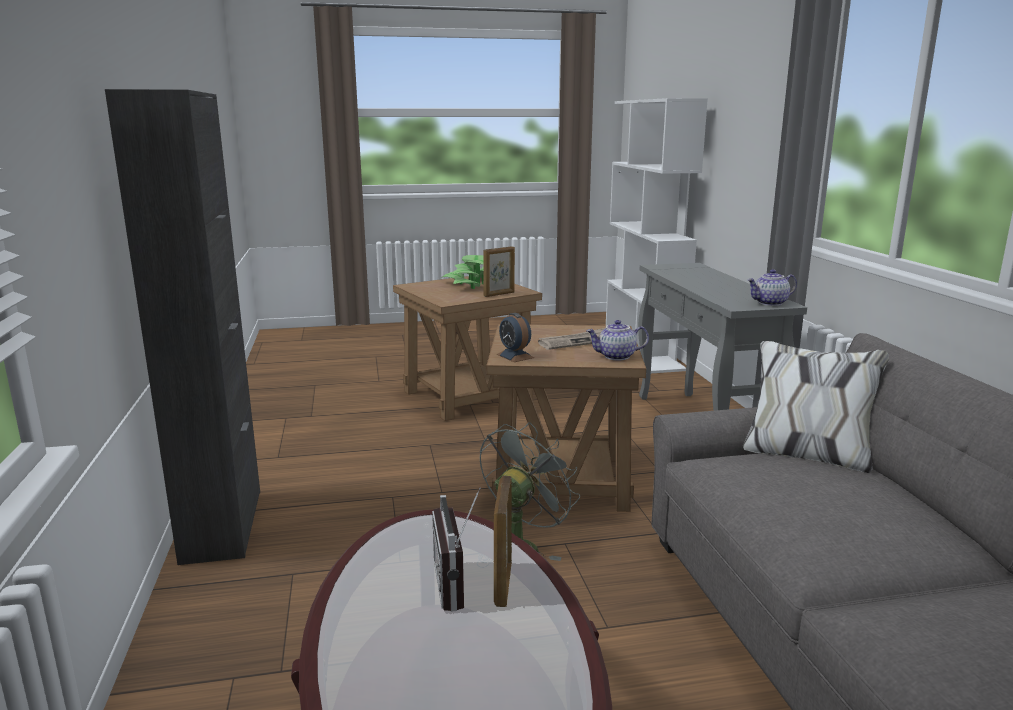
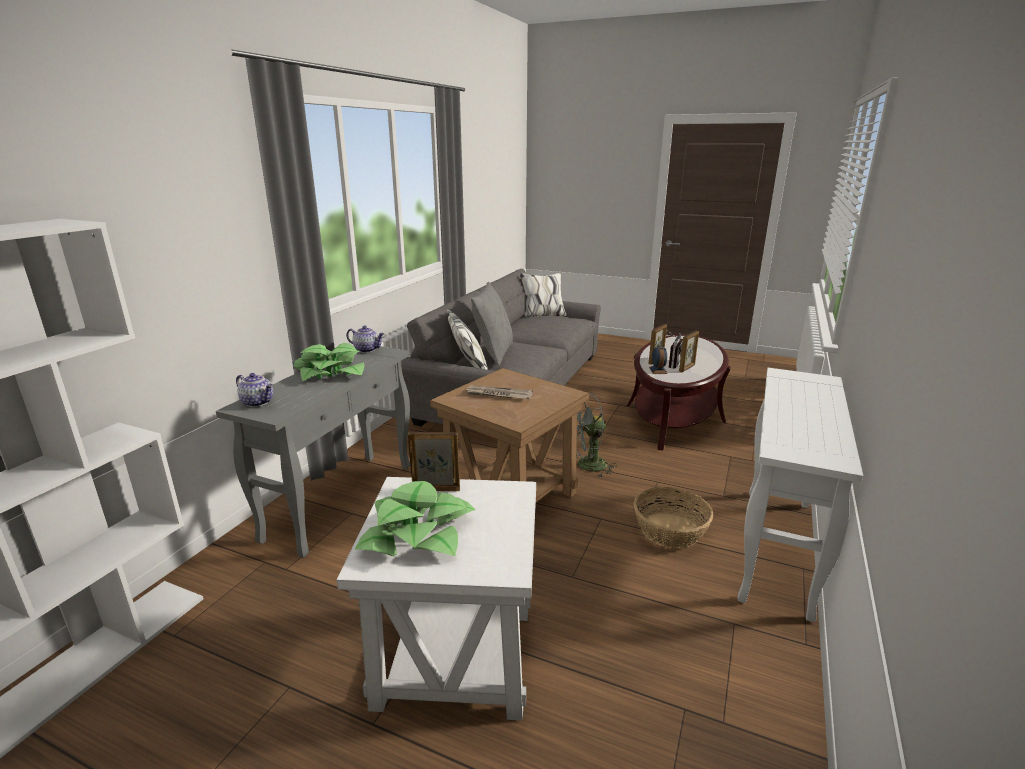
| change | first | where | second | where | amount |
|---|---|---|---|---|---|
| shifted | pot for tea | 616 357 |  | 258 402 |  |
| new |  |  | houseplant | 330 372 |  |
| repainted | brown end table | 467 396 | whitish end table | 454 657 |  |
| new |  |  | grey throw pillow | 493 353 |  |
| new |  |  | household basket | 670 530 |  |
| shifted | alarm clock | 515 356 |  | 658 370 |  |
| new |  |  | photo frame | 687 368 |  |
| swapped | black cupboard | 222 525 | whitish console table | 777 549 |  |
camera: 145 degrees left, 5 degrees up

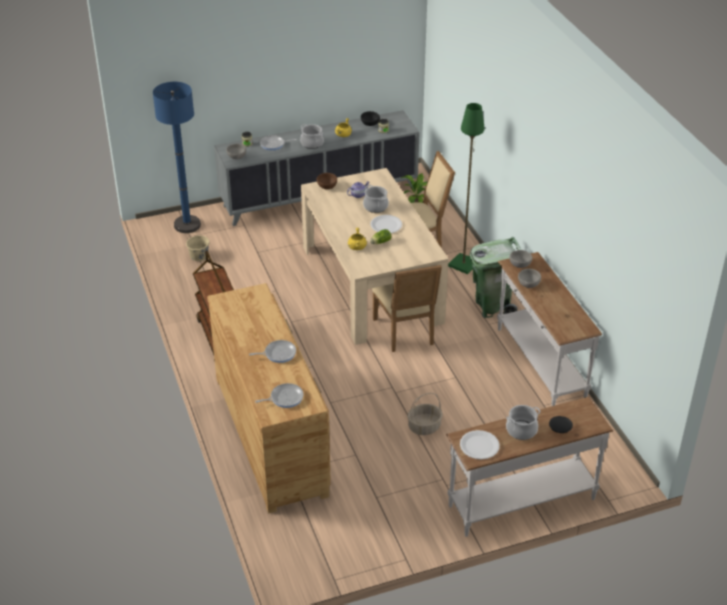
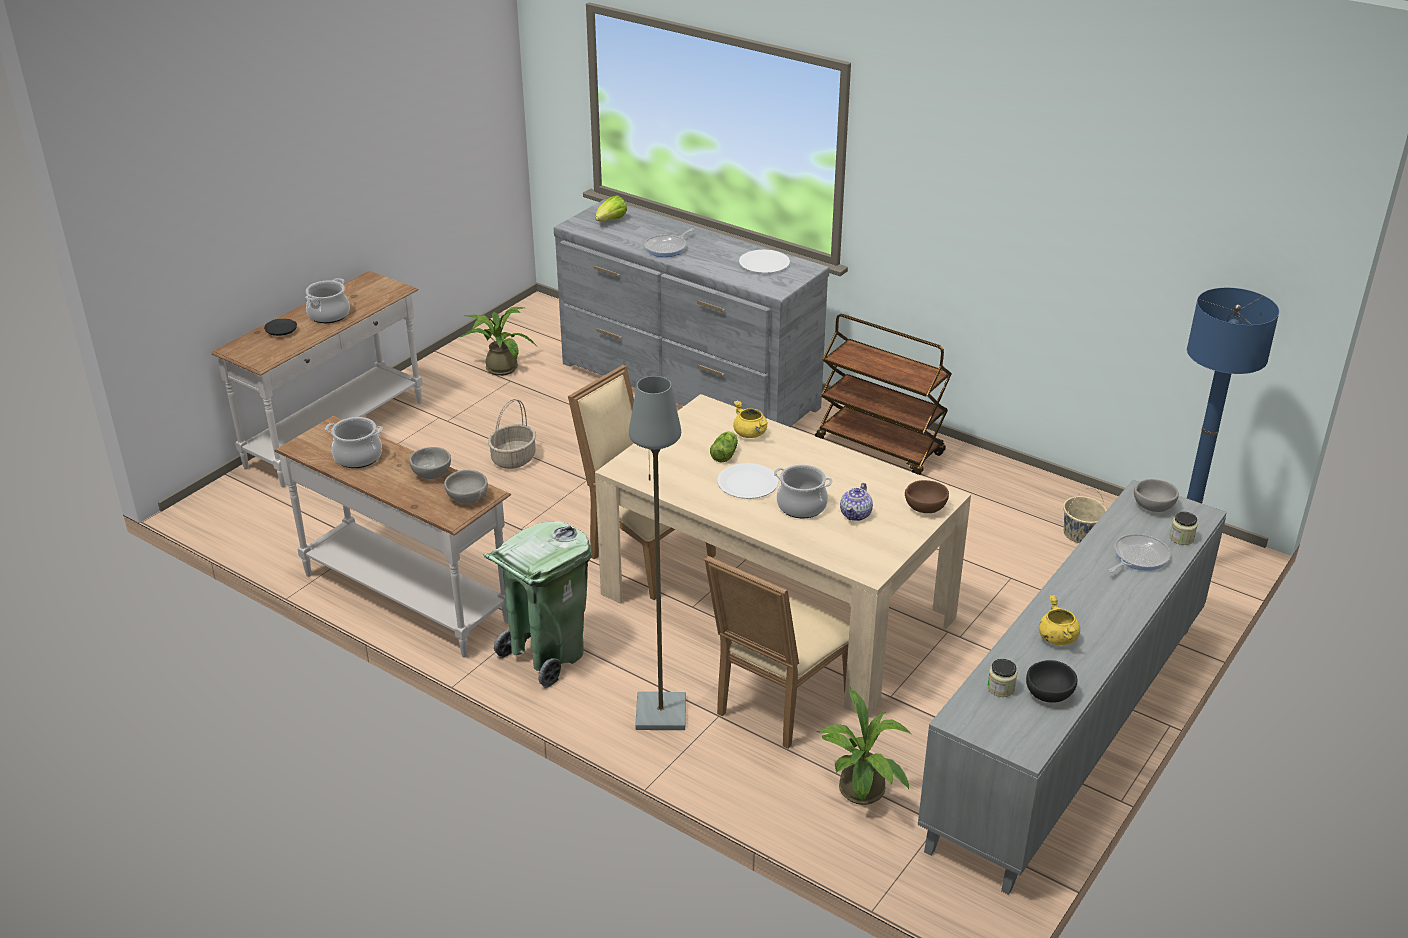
| change | first | where | second | where | amount |
|---|---|---|---|---|---|
| shifted | cooking pot | 312 143 |  | 358 457 |  |
| new |  |  | houseplant | 499 367 |  |
| repainted | brown drawer chest | 271 434 | grey drawer chest | 688 386 |  |
| swapped | skillet | 284 398 | lettuce | 611 221 |  |
| repainted | green-coloured floor lamp | 464 264 | grey floor lamp | 660 714 |  |
| shifted | whitish dinner plate | 479 446 |  | 764 263 |  |
camera: 145 degrees right, 5 degrees down

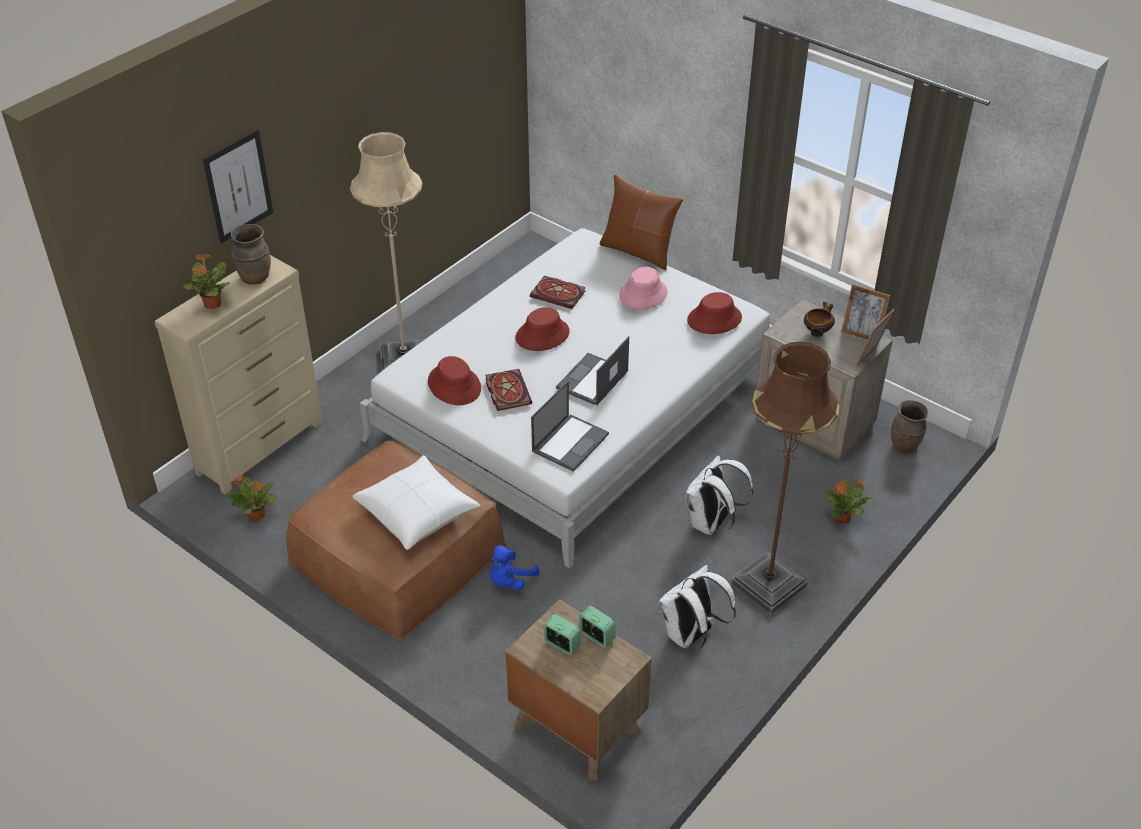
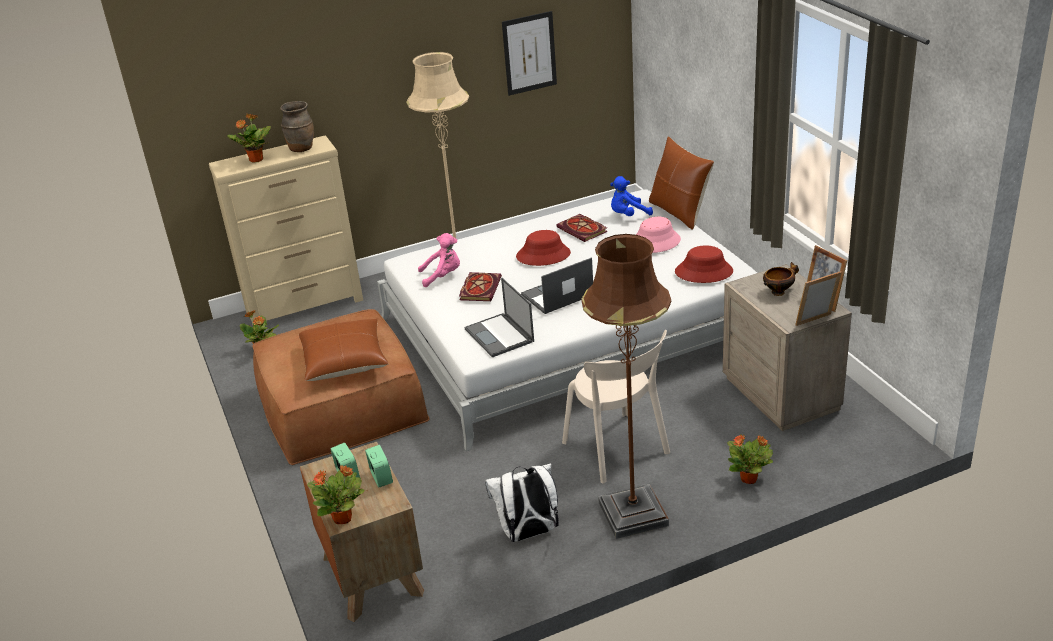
| change | first | where | second | where | amount |
|---|---|---|---|---|---|
| repainted | whitish throw pillow | 417 512 | brown throw pillow | 344 360 |  |
| new |  |  | houseplant | 343 518 |  |
| swapped | red hat | 454 385 | pink-coloured plush toy | 443 276 |  |
| rotated | notebook computer | 570 442 |  | 500 335 | 90 degrees clockwise |
| shifted | wall picture | 238 186 |  | 529 53 |  |
| swapped | whitish knapsack | 711 524 | sand-coloured plain chair | 618 450 |  |
| shifted | blue plush toy | 510 580 |  | 628 215 |  |
| gone | brown vase | 905 446 |  |  |  |
camera: 30 degrees right, 10 degrees down

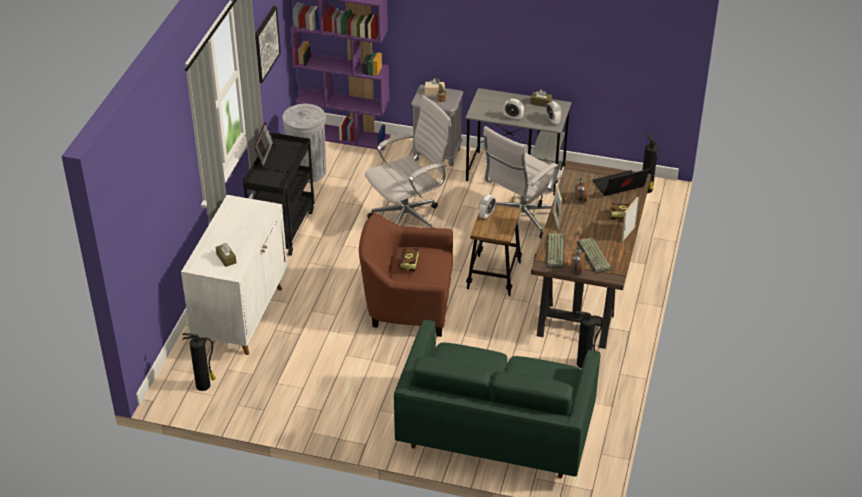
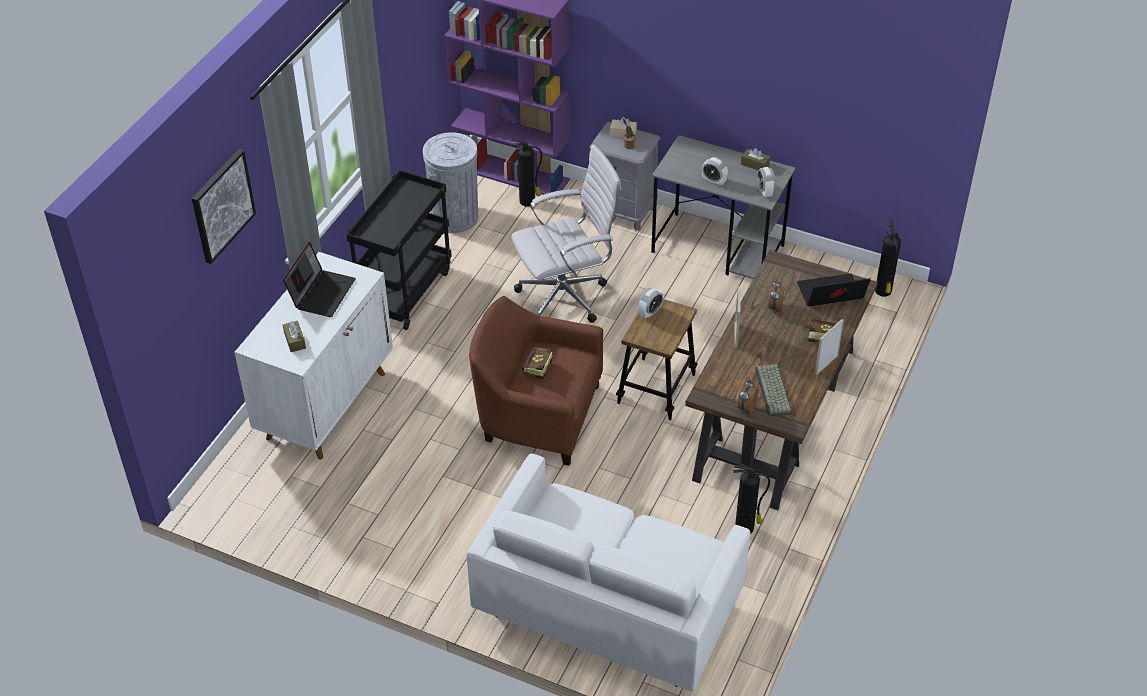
| change | first | where | second | where | amount |
|---|---|---|---|---|---|
| shifted | wall picture | 265 44 |  | 222 205 |  |
| shifted | notebook computer | 277 157 |  | 322 293 |  |
| repainted | green-coloured couch | 496 431 | whitish couch | 608 608 |  |
| shifted | fire extinguisher | 204 385 |  | 528 201 |  |
| gone | whitish computer chair | 519 221 |  |  |  |
| gone | computer keyboard | 556 251 |  |  |  |
camera: 10 degrees right, 5 degrees up

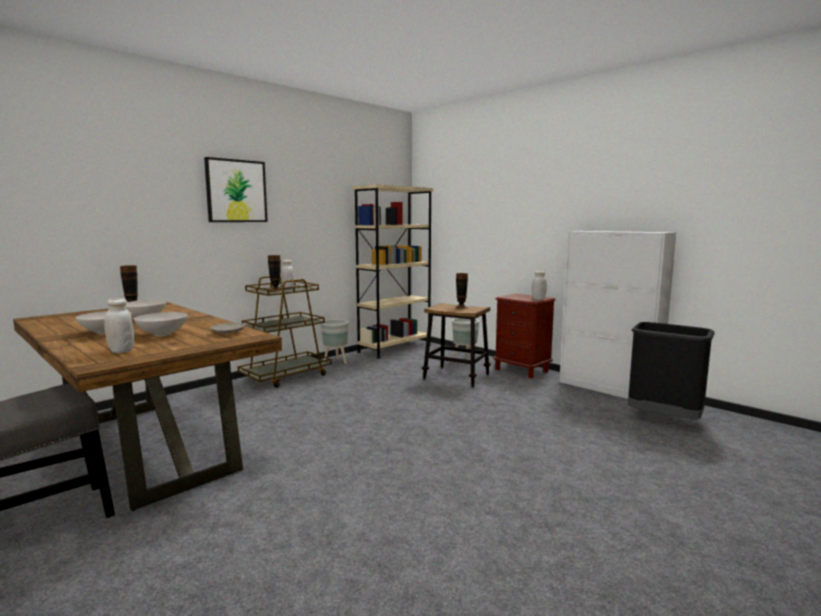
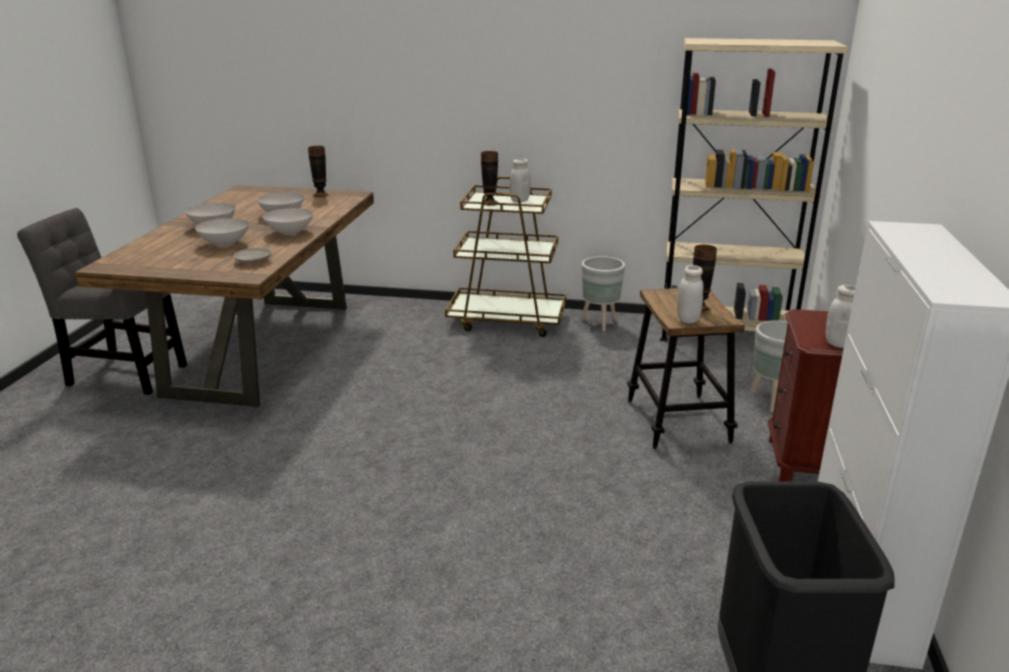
| change | first | where | second | where | amount |
|---|---|---|---|---|---|
| new |  |  | whitish serving bowl | 289 233 |  |
| shifted | whitish jar | 121 351 |  | 688 319 |  |
| gone | wall picture | 236 191 |  |  |  |
camera: 55 degrees right, 15 degrees up

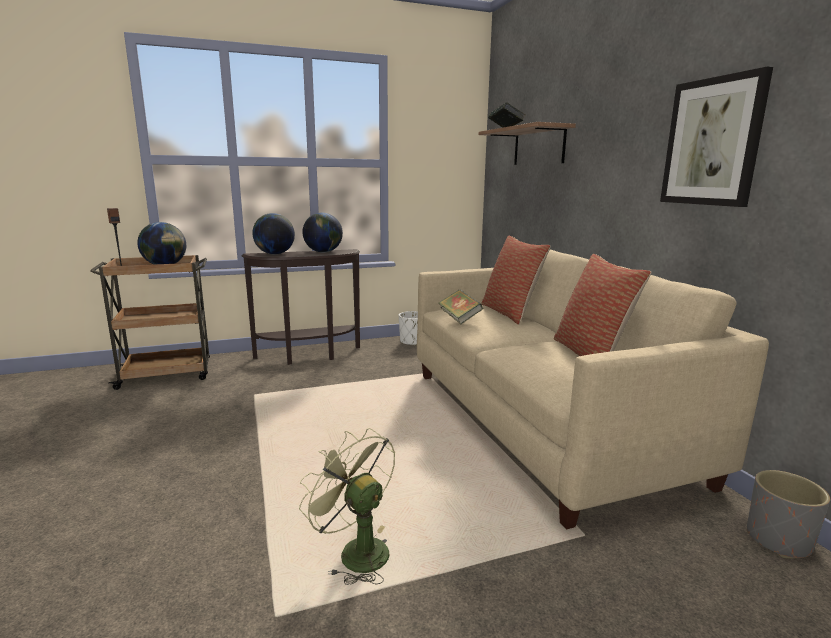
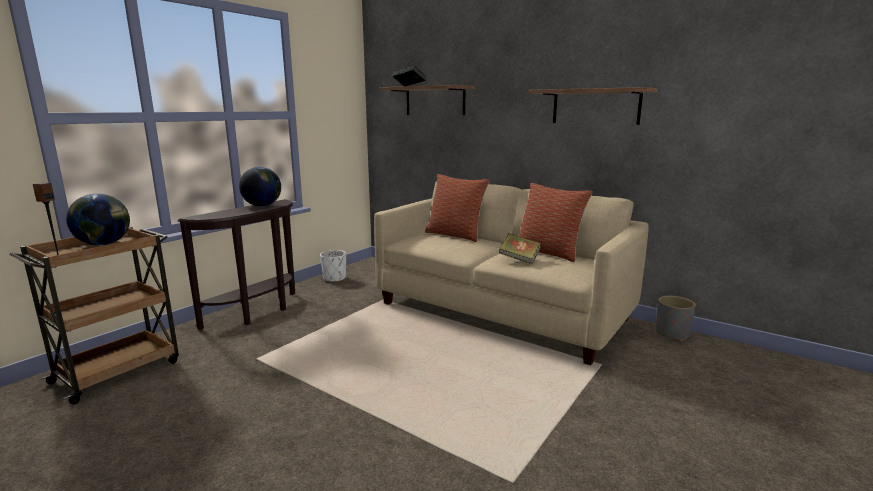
| change | first | where | second | where | amount |
|---|---|---|---|---|---|
| shifted | book | 459 318 |  | 519 259 |  |
| swapped | wall picture | 712 142 | bracket shelf | 595 106 |  |
| gone | desk globe | 274 254 |  |  |  |
| gone | green-coloured fan | 355 551 |  |  |  |
camera: 35 degrees left, 0 degrees up

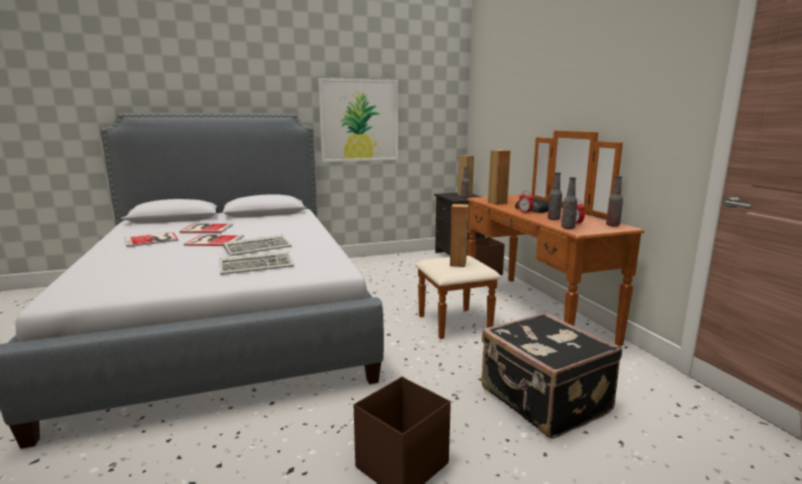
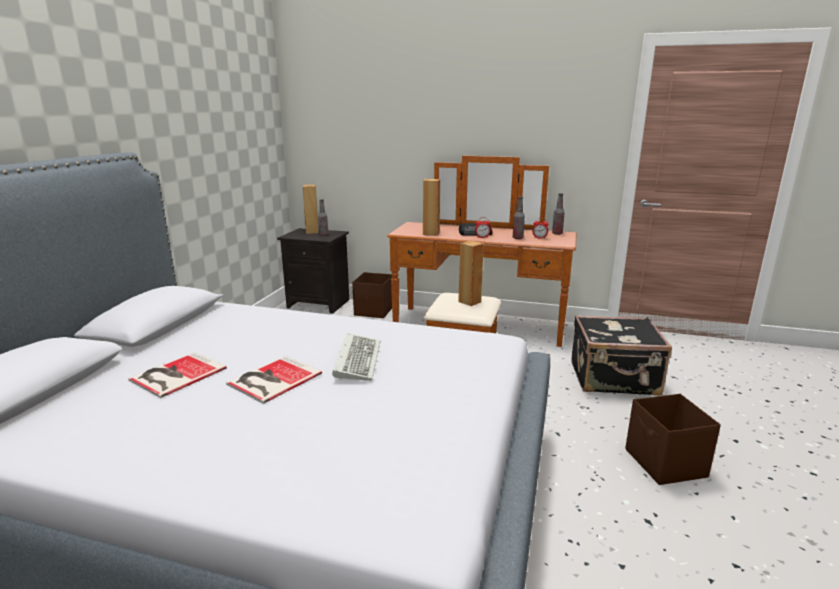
| change | first | where | second | where | amount |
|---|---|---|---|---|---|
| gone | book | 152 240 |  |  |  |
| gone | computer keyboard | 258 266 |  |  |  |
| gone | wall picture | 359 120 |  |  |  |
| gone | beverage bottle | 567 228 |  |  |  |
camera: 55 degrees left, 5 degrees up

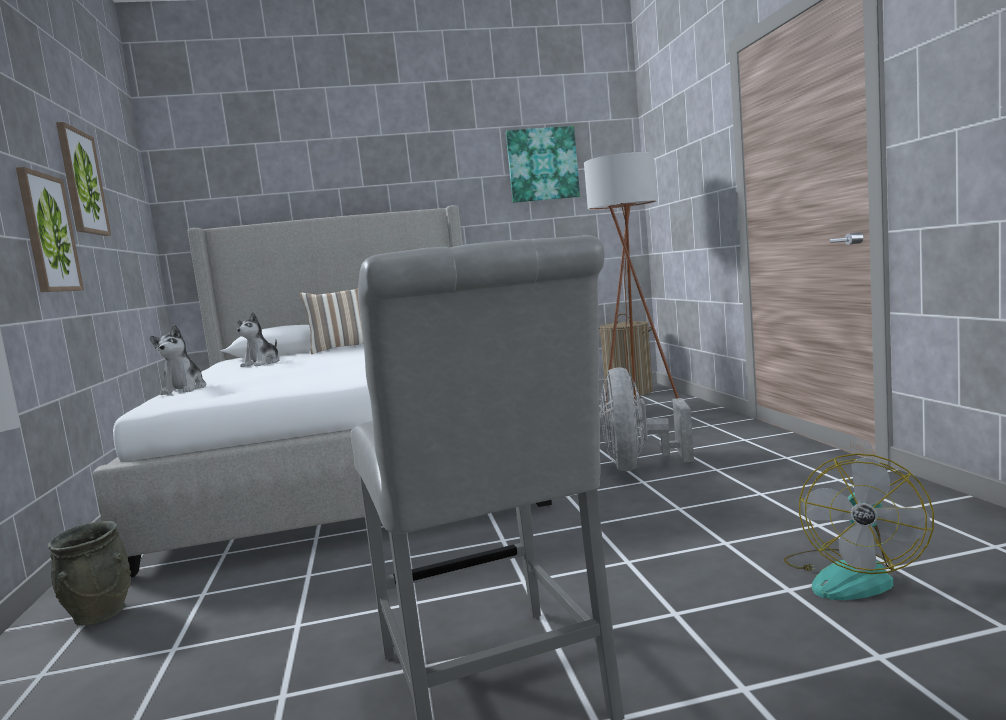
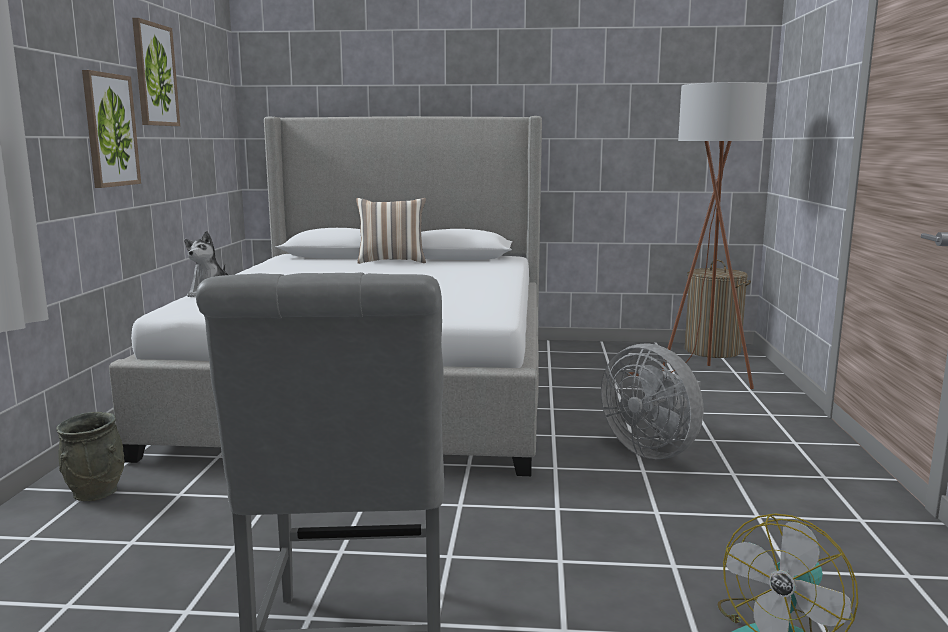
| change | first | where | second | where | amount |
|---|---|---|---|---|---|
| rotated | grey fan | 639 466 |  | 653 450 | 60 degrees counterclockwise |
| gone | plush toy | 262 363 |  |  |  |
| gone | wall picture | 542 164 |  |  |  |
camera: 15 degrees right, 5 degrees up

